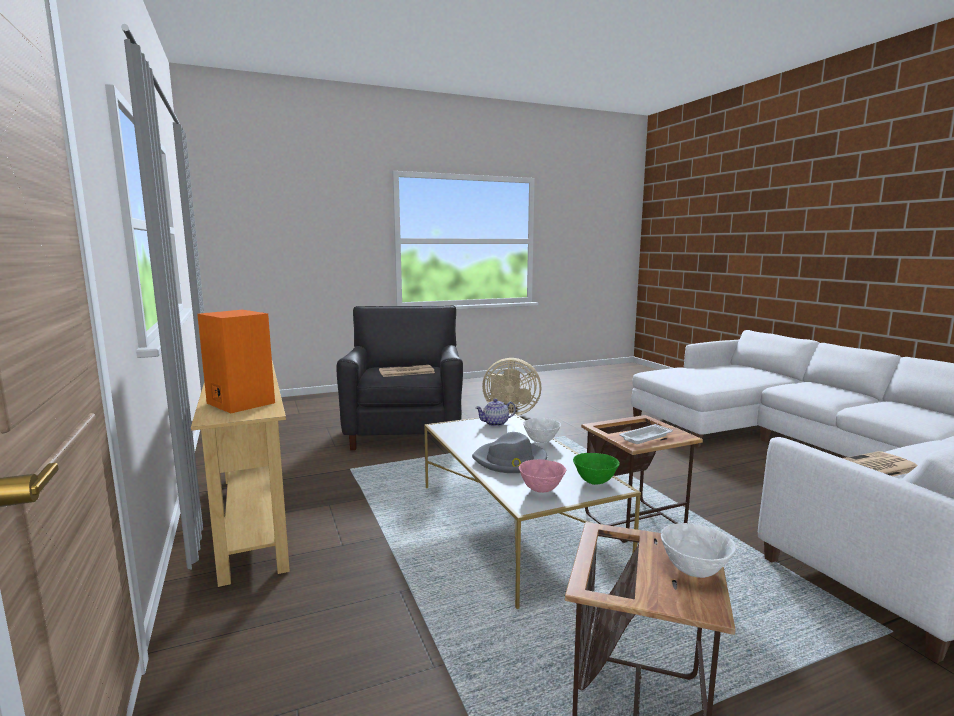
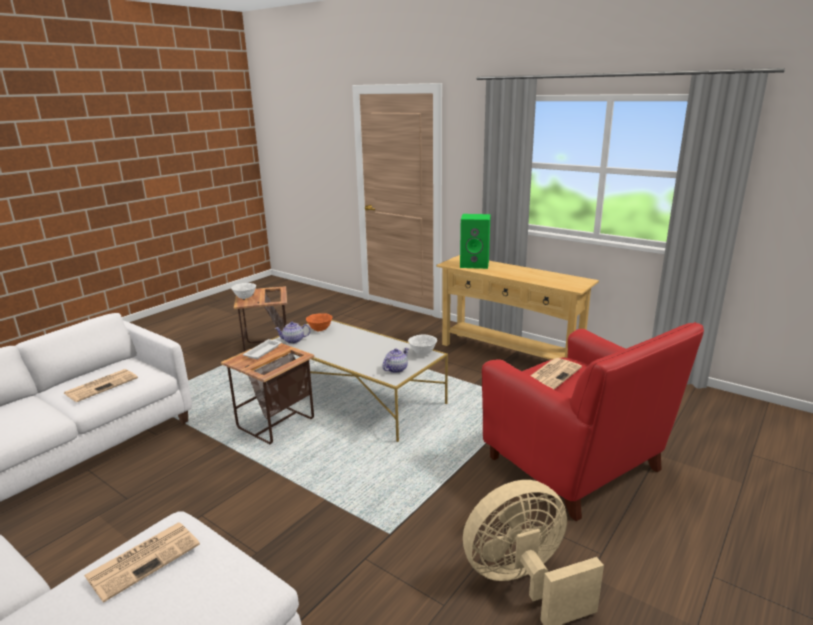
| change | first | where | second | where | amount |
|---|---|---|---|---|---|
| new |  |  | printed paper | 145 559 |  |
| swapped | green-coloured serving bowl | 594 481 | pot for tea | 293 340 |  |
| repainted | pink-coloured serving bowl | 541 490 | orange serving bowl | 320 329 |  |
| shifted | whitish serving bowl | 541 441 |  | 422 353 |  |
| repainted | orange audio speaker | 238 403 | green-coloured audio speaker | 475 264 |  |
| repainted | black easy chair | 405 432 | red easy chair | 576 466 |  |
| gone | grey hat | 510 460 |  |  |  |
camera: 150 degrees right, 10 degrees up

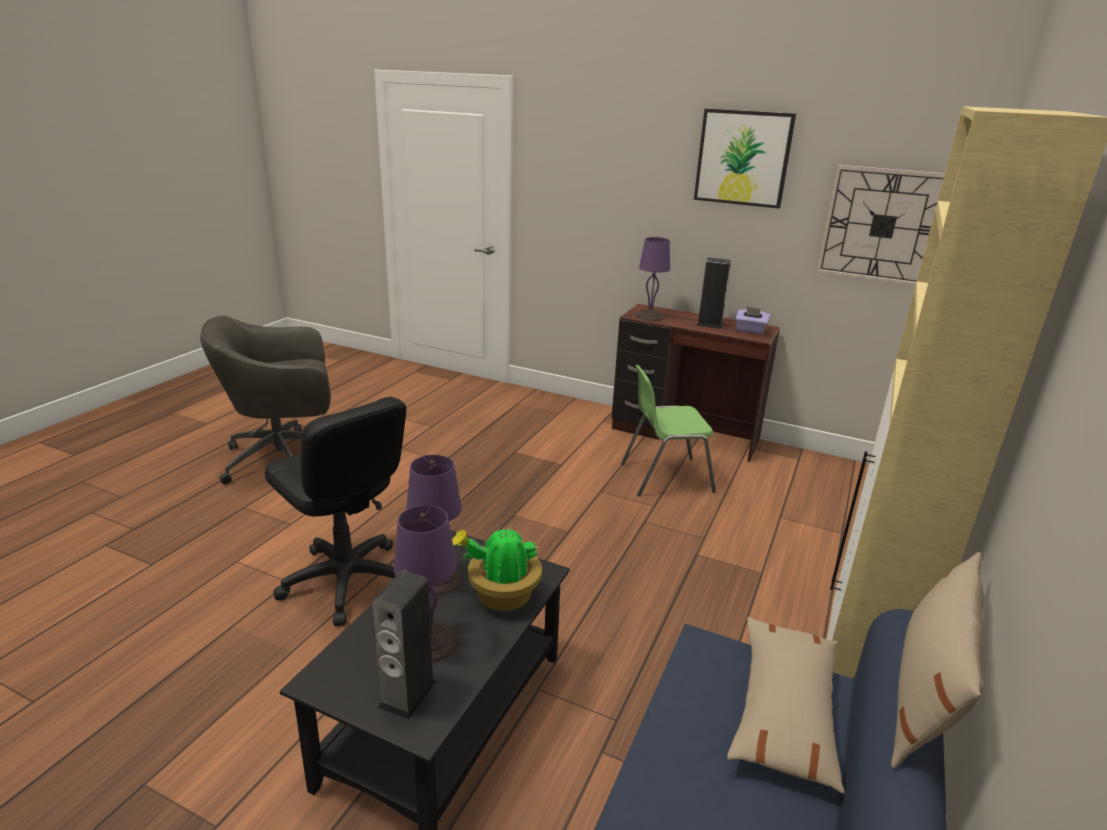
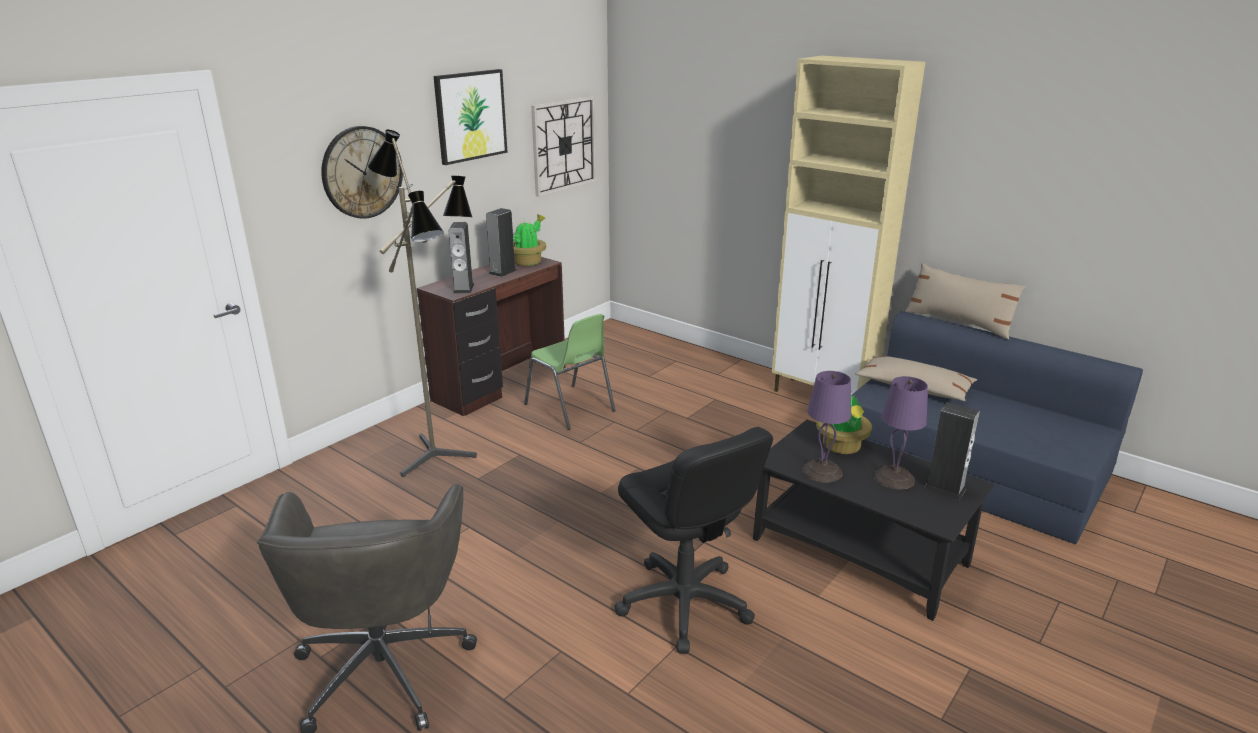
| change | first | where | second | where | amount |
|---|---|---|---|---|---|
| new |  |  | wall clock | 362 172 |  |
| new |  |  | floor lamp | 442 454 |  |
| swapped | purplish lamp for a table | 650 316 | audio speaker | 463 288 |  |
| swapped | purplish tissue box | 750 330 | houseplant | 528 262 |  |
| rotated | green-coloured plain chair | 664 477 |  | 570 408 | 45 degrees counterclockwise |
| rotated | black computer chair | 346 581 |  | 684 603 | 90 degrees clockwise |
camera: 75 degrees left, 0 degrees up

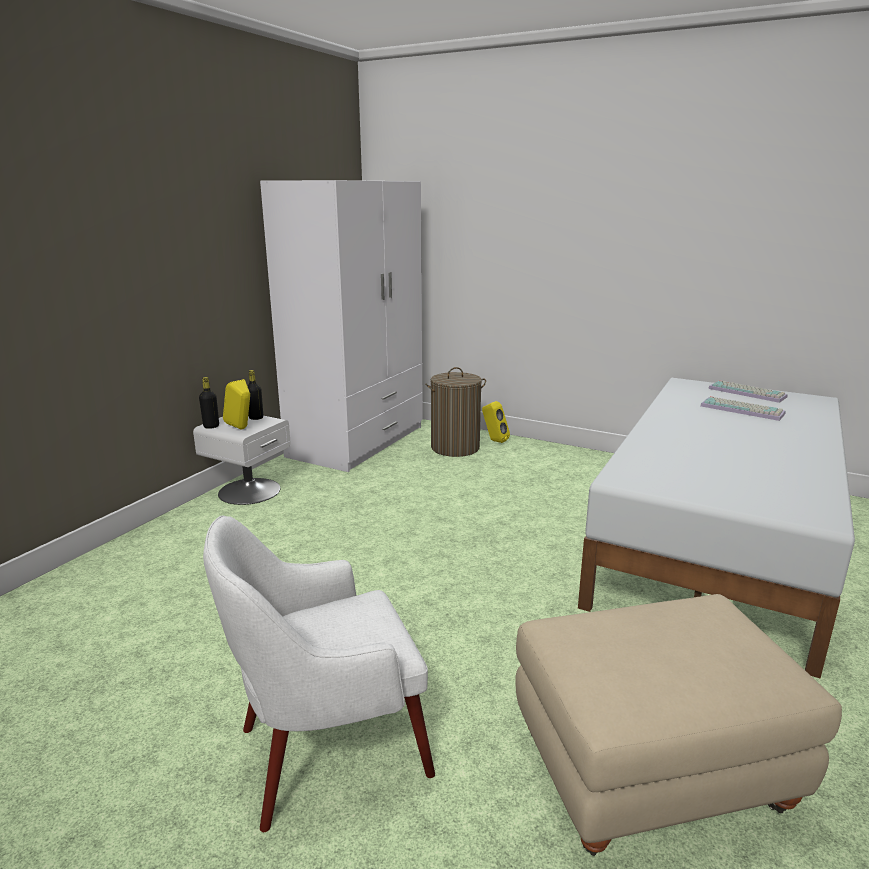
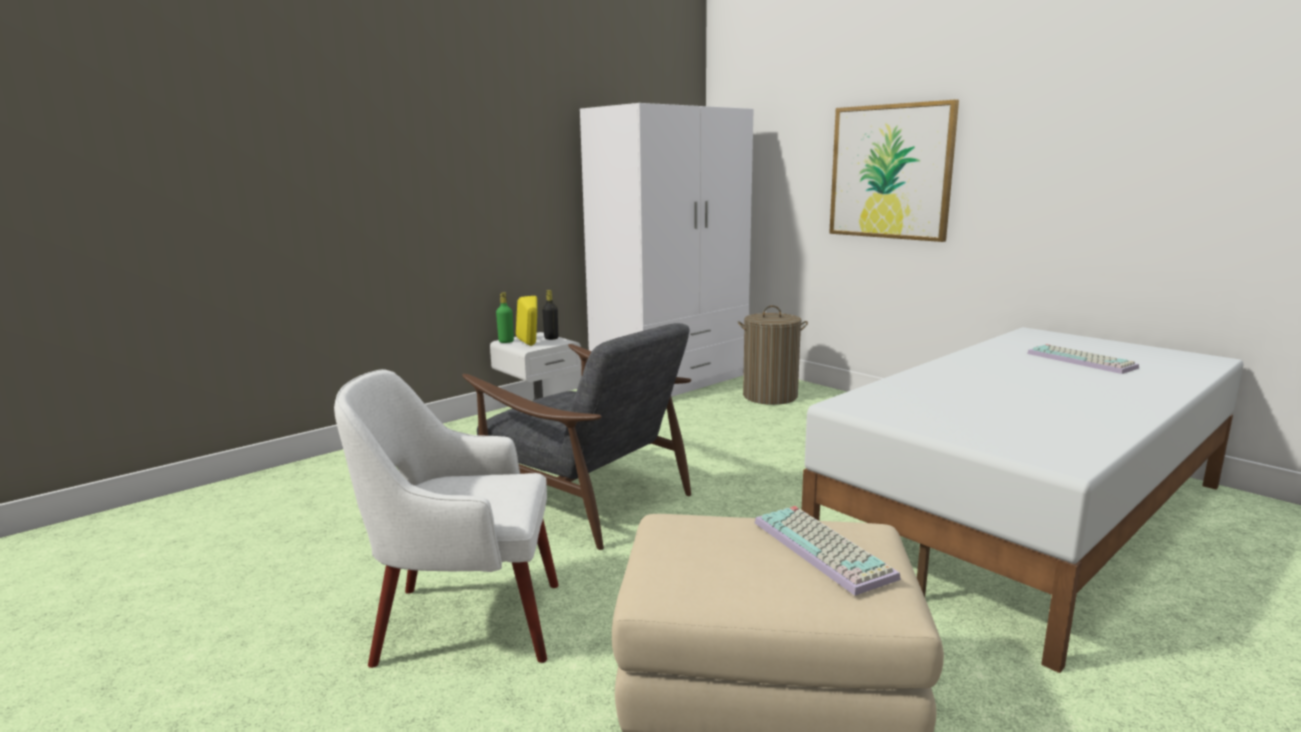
| change | first | where | second | where | amount |
|---|---|---|---|---|---|
| new |  |  | grey easy chair | 585 498 |  |
| repainted | black beverage bottle | 211 426 | green-coloured beverage bottle | 506 341 |  |
| shifted | computer keyboard | 748 392 |  | 825 549 |  |
| new |  |  | wall picture | 890 172 |  |
| gone | yellow-coloured audio speaker | 494 441 |  |  |  |
camera: 20 degrees right, 5 degrees down

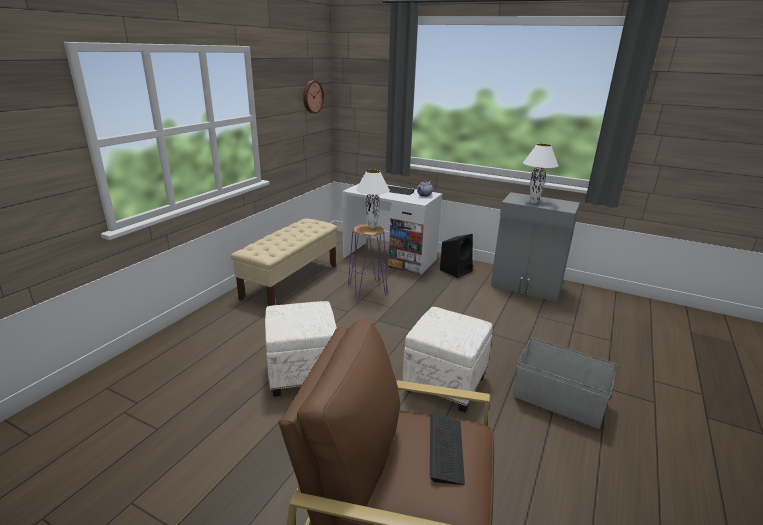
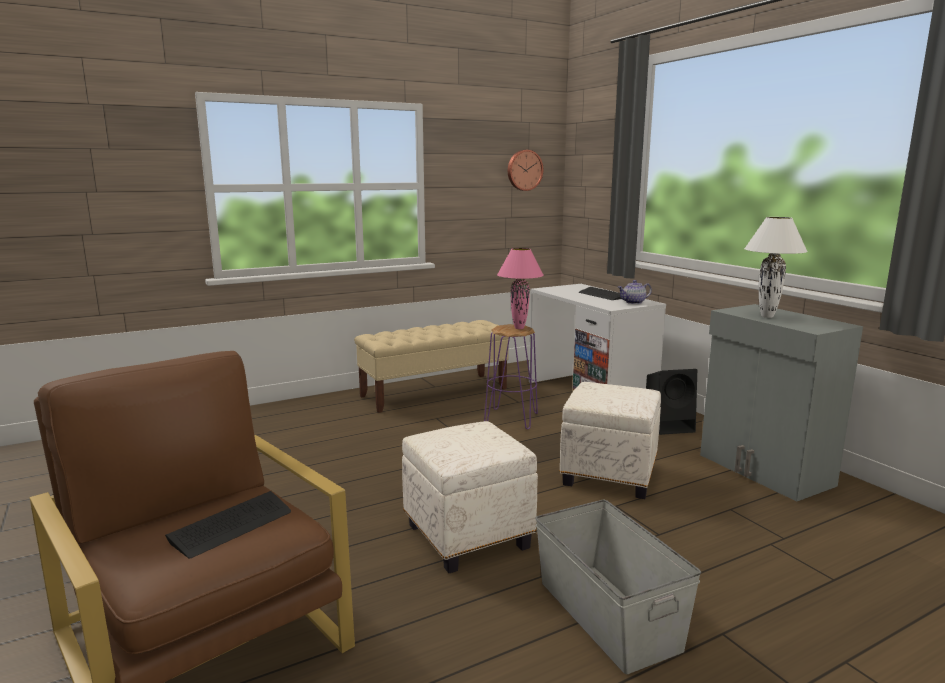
| change | first | where | second | where | amount |
|---|---|---|---|---|---|
| repainted | whitish lamp for a table | 372 227 | pink-coloured lamp for a table | 519 328 |  |
| shifted | whitish ottoman | 302 374 |  | 607 475 |  |
camera: 35 degrees right, 10 degrees down

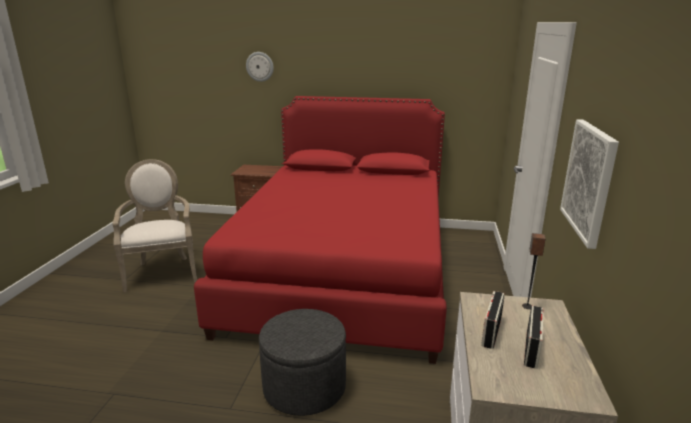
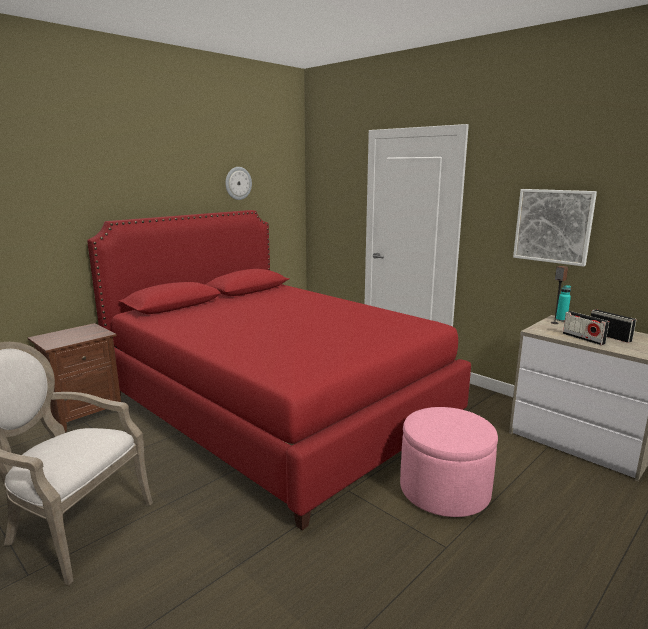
| change | first | where | second | where | amount |
|---|---|---|---|---|---|
| shifted | wall clock | 260 66 |  | 238 183 |  |
| repainted | grey ottoman | 304 387 | pink-coloured ottoman | 444 490 |  |
| new |  |  | turquoise-coloured beverage bottle | 561 319 |  |
camera: 55 degrees left, 5 degrees down

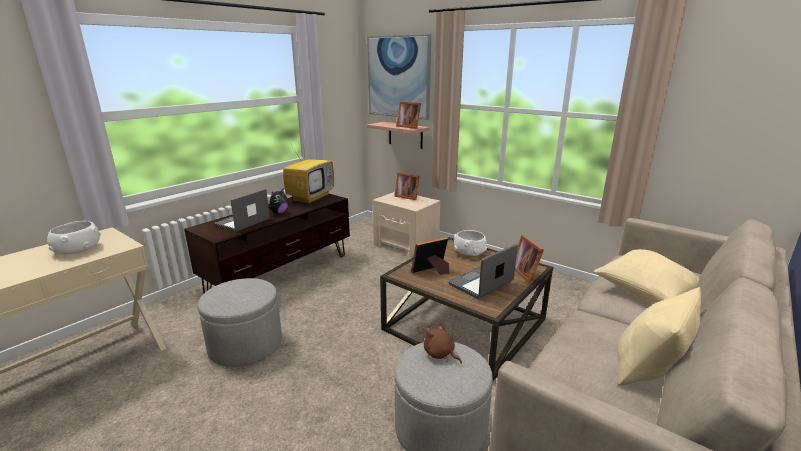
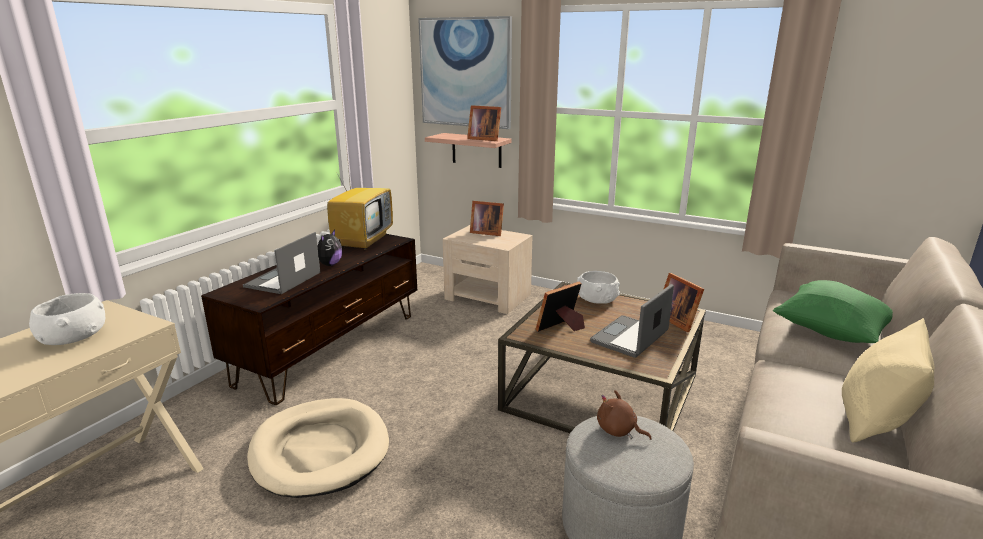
| change | first | where | second | where | amount |
|---|---|---|---|---|---|
| swapped | grey ottoman | 245 345 | sand-coloured dog bed | 320 450 |  |
| repainted | sand-coloured throw pillow | 643 293 | green-coloured throw pillow | 829 332 |  |
camera: 10 degrees left, 0 degrees up

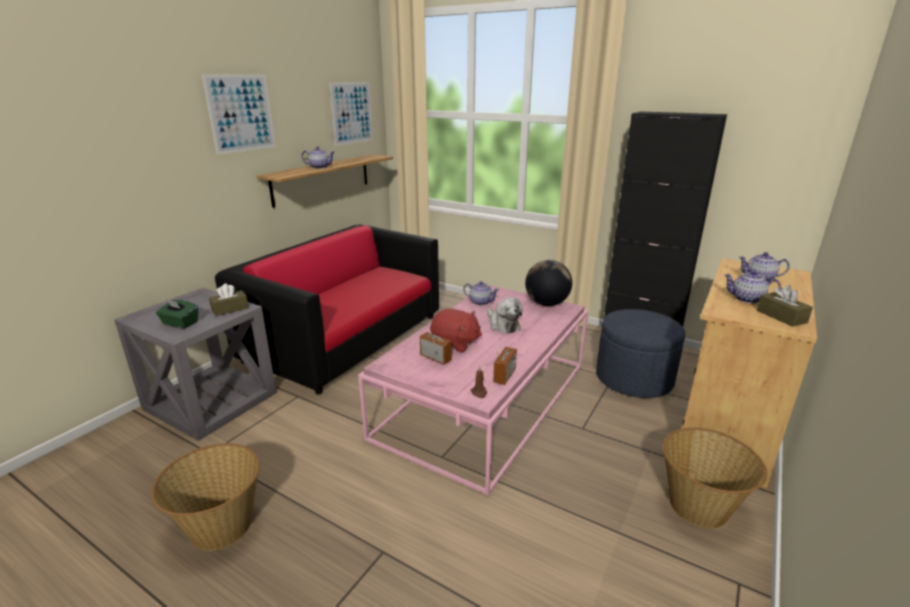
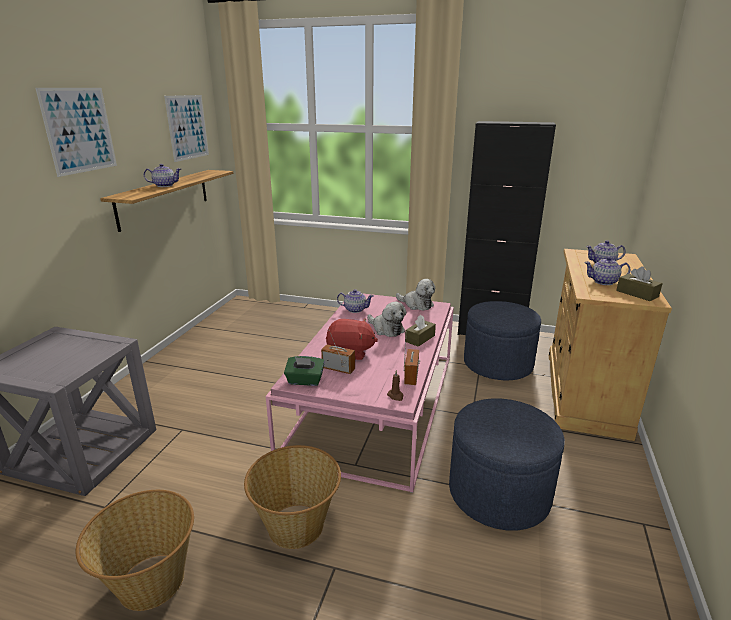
| change | first | where | second | where | amount |
|---|---|---|---|---|---|
| shifted | household basket | 699 507 |  | 296 526 |  |
| shifted | green-coloured tissue box | 180 323 |  | 305 381 |  |
| swapped | desk globe | 546 304 | plush toy | 416 304 |  |
| shifted | brown tissue box | 230 309 |  | 420 338 |  |
| new |  |  | blue ottoman | 498 493 |  |
| gone | couch | 345 337 |  |  |  |
camera: 15 degrees left, 0 degrees up

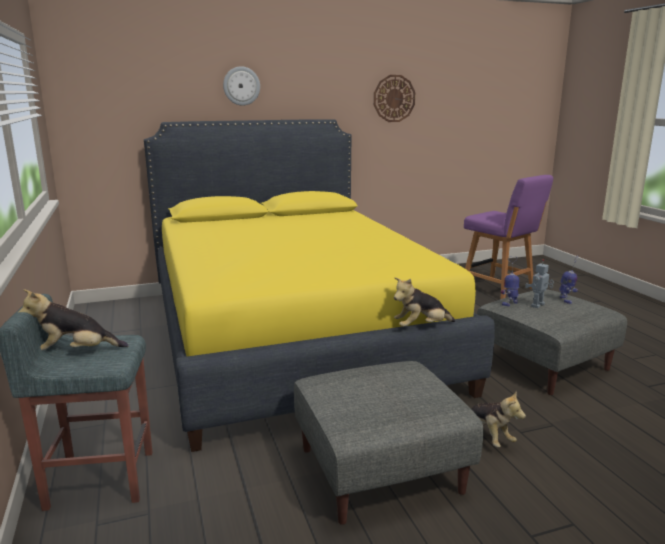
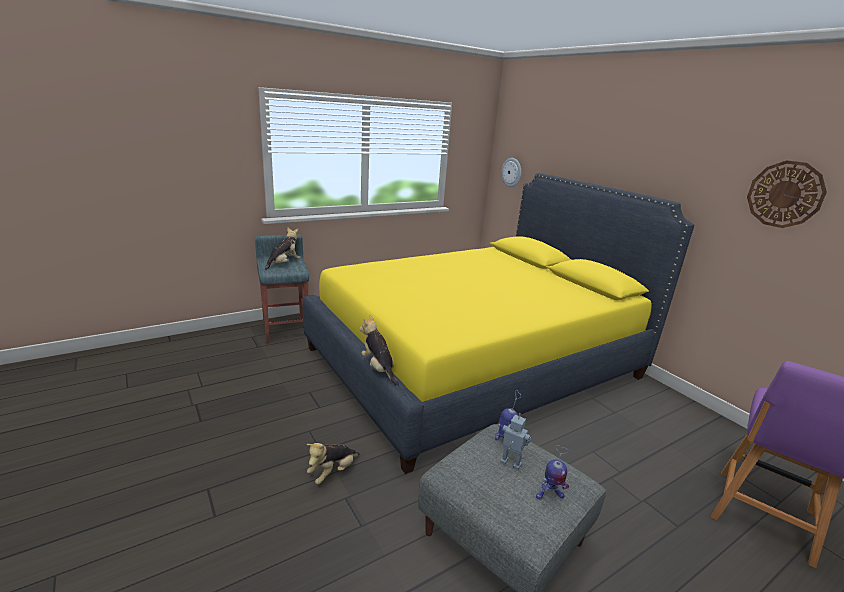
| change | first | where | second | where | amount |
|---|---|---|---|---|---|
| rotated | plush toy | 75 352 |  | 284 264 | 60 degrees clockwise |
| shifted | wall clock | 241 86 |  | 512 172 |  |
| gone | grey ottoman | 380 469 |  |  |  |
camera: 75 degrees right, 5 degrees up

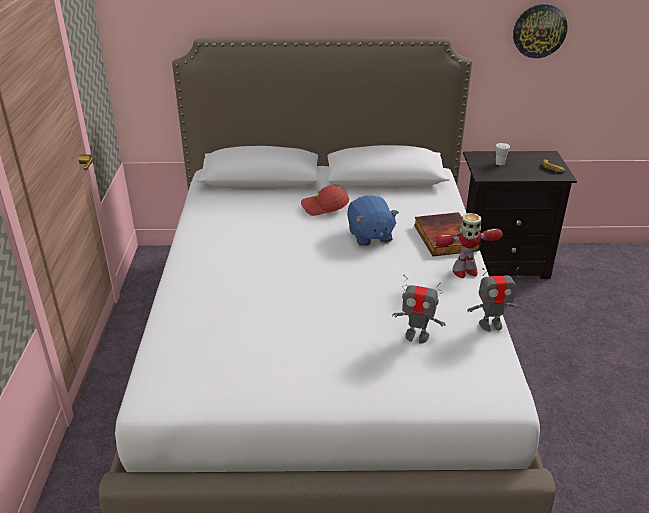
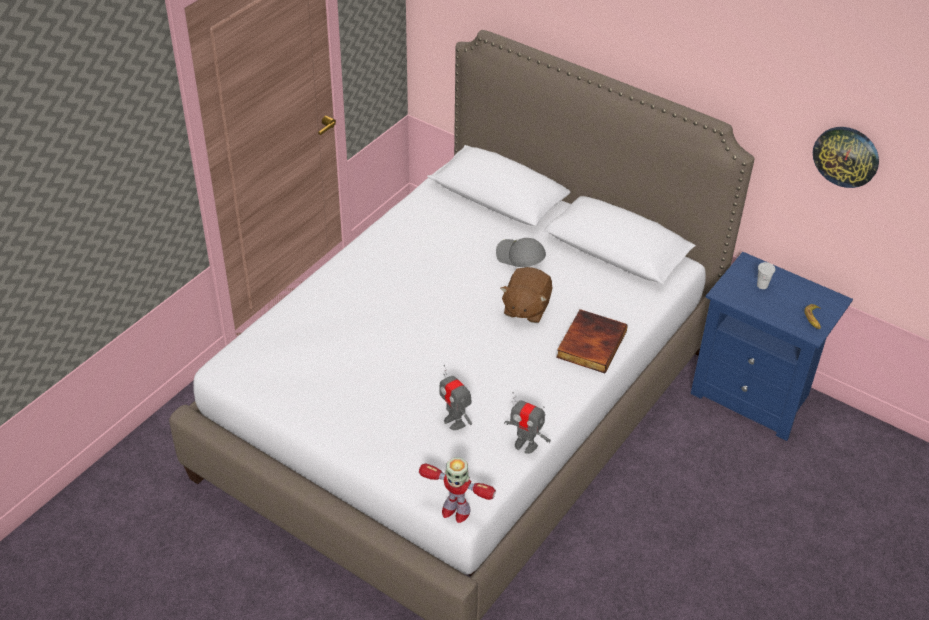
| change | first | where | second | where | amount |
|---|---|---|---|---|---|
| shifted | model robot | 464 271 |  | 455 511 |  |
| repainted | red cap | 324 207 | grey cap | 519 257 |  |
| repainted | blue plush toy | 369 236 | brown plush toy | 525 308 |  |
| repainted | black bedside table | 501 262 | blue bedside table | 754 395 |  |
camera: 35 degrees right, 10 degrees up

